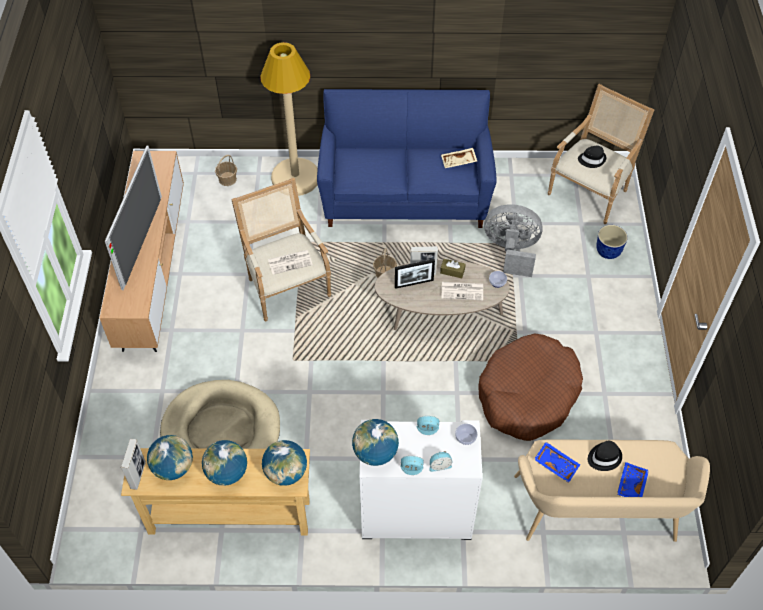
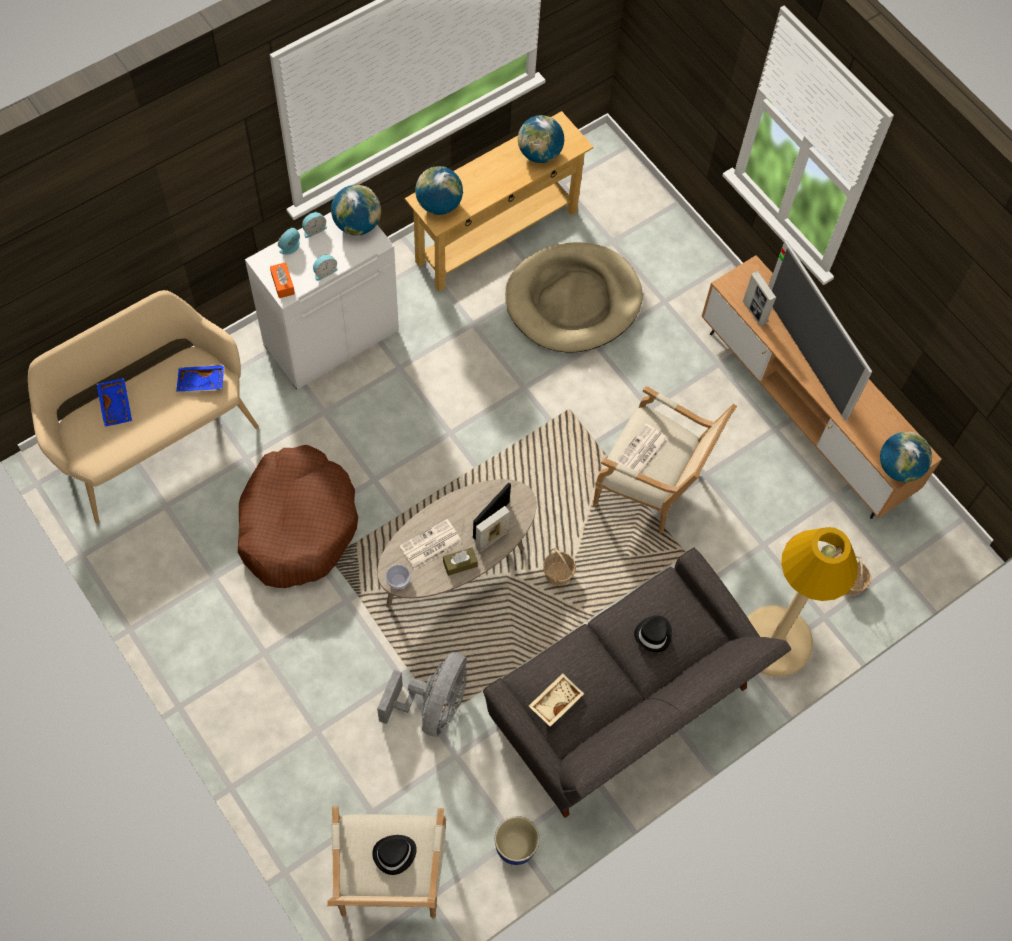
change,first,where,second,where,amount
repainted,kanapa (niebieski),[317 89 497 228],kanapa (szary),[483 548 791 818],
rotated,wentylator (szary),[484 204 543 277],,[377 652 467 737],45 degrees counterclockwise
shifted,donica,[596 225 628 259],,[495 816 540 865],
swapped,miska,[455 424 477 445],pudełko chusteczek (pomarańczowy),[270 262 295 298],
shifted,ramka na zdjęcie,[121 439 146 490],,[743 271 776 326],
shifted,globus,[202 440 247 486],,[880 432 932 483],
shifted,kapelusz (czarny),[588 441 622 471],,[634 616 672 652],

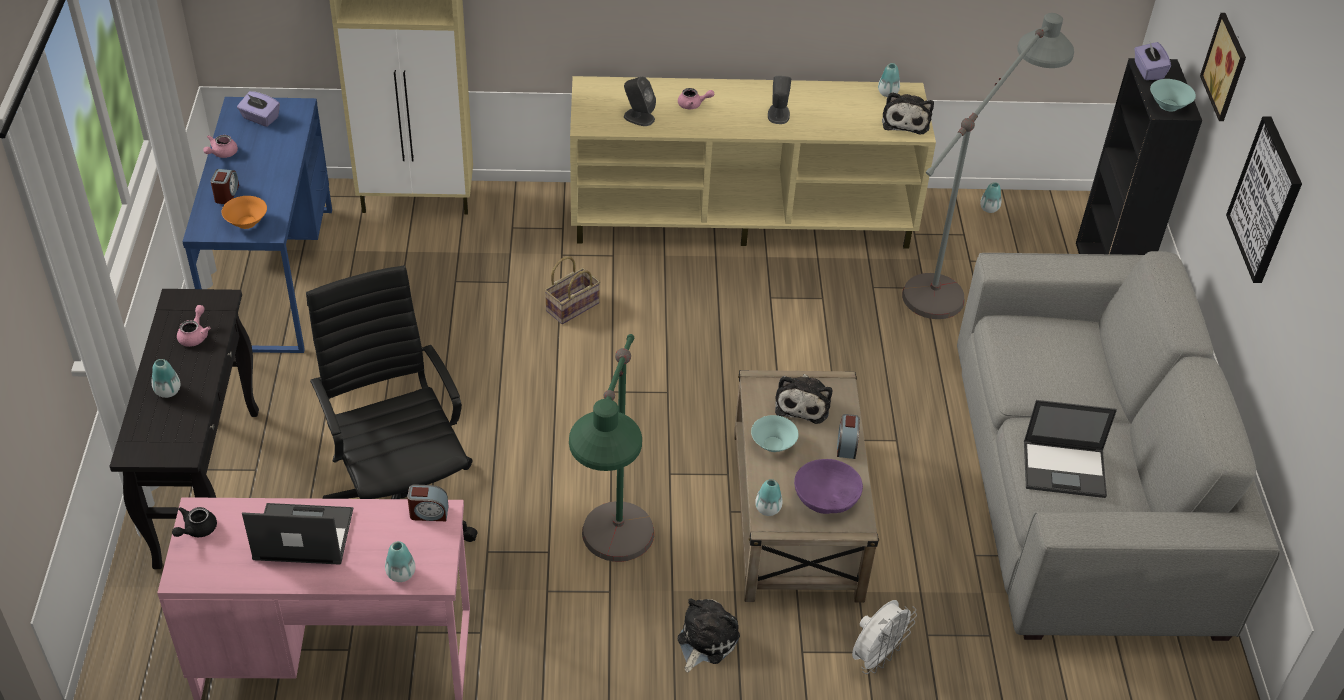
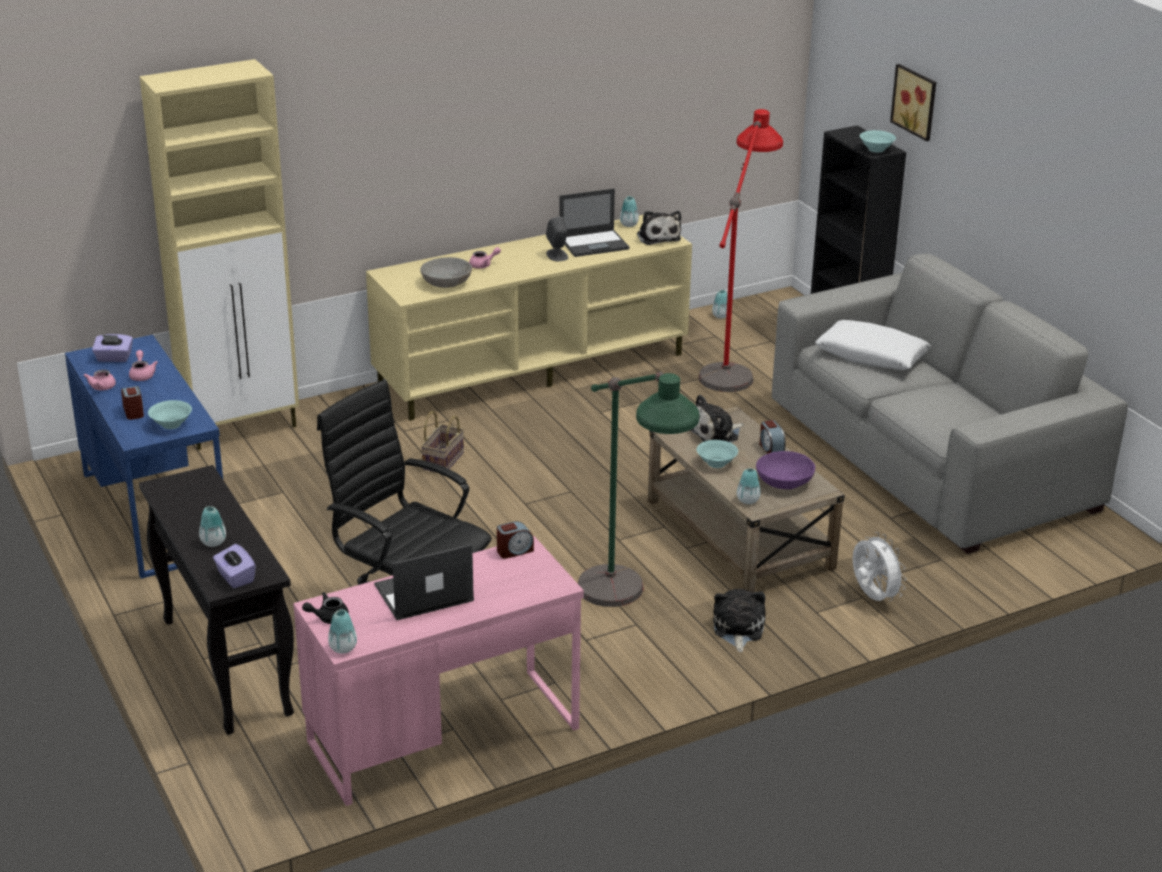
change,first,where,second,where,amount
repainted,lampa stojąca (szary),[902 13 1074 319],lampa stojąca (czerwony),[698 109 783 392],
shifted,pudełko chusteczek (fioletowy),[1134 42 1171 80],,[213 544 256 588],
swapped,głośnik (szary),[624 77 656 126],miska (szary),[420 257 472 288],
gone,obraz,[1226 116 1302 283],,,
repainted,miska (pomarańczowy),[222 196 267 229],miska (turkusowy),[148 400 192 429],
shifted,imbryk (różowy),[177 305 210 347],,[129 350 158 381],
rotated,pluszak,[775 374 832 424],,[689 395 744 443],75 degrees clockwise
shifted,laptop,[1024 400 1117 498],,[559 189 630 257],
rotated,imbryk (czarny),[172 507 217 537],,[302 592 349 624],60 degrees clockwise
shifted,wazon,[385 541 415 582],,[328 609 357 654],
rotated,wentylator (biały),[852 600 917 674],,[853 532 907 601],45 degrees counterclockwise
new,,,poduszka (biały),[815 320 931 370],

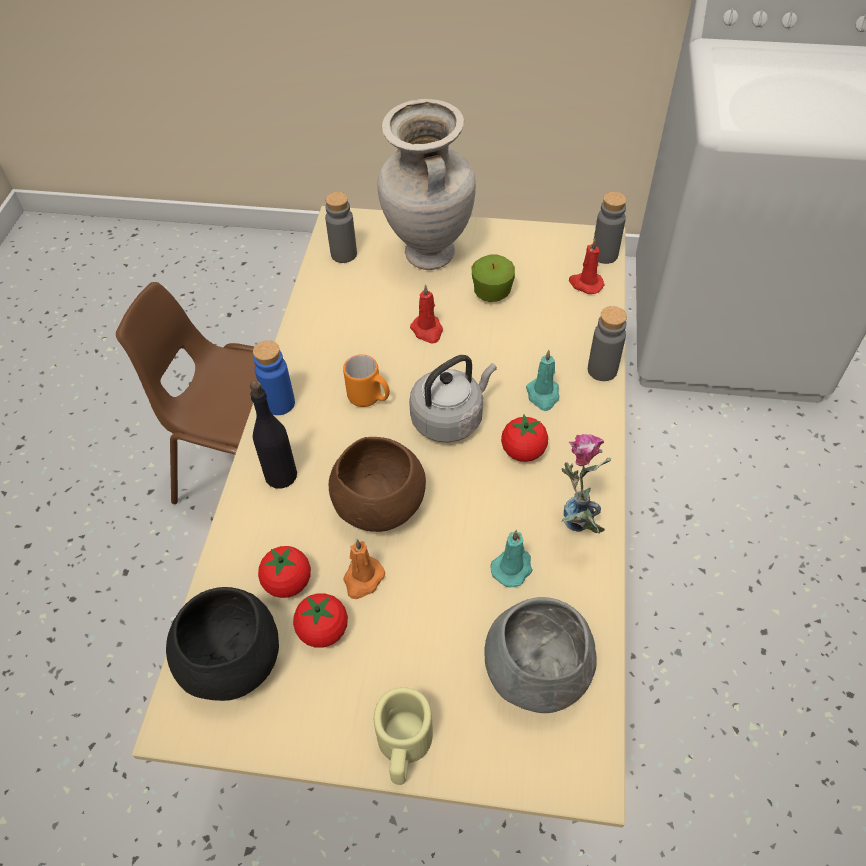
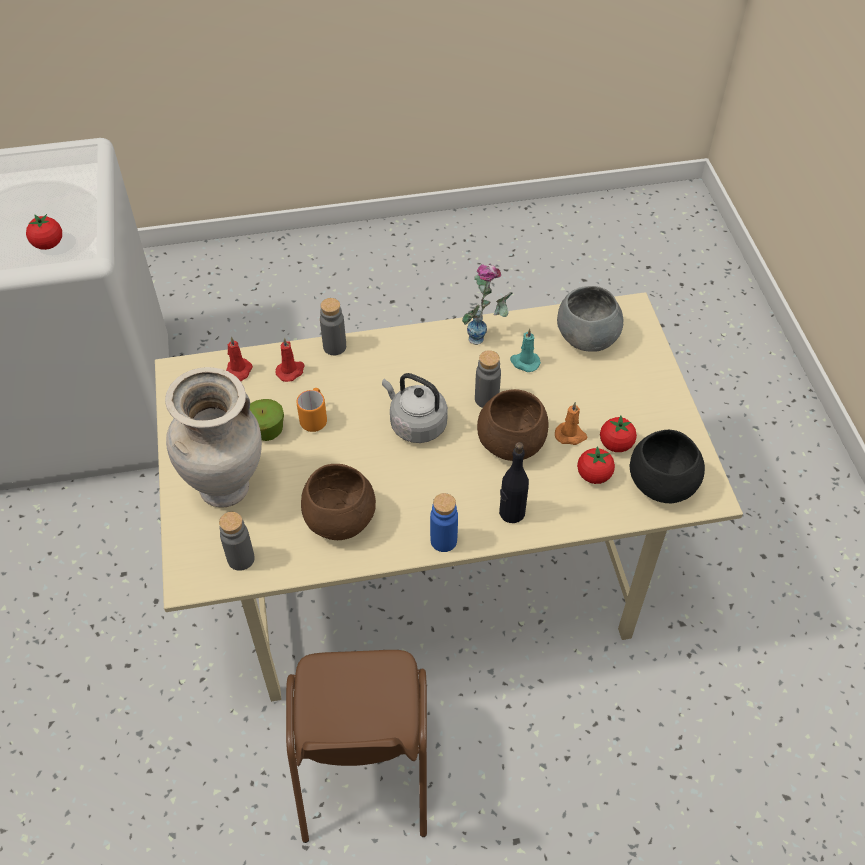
change,first,where,second,where,amount
shifted,butelka (szary),[593 192 627 264],,[475 350 501 408],
shifted,świeca (czerwony),[410 284 443 344],,[276 337 305 382],
gone,świeca (turkusowy),[526 350 559 411],,,
shifted,kubek (pomarańczowy),[343 354 390 407],,[297 388 327 432],
shifted,pomidor,[501 414 548 462],,[26 214 62 250],
gone,kubek (beżowy),[374 687 433 785],,,
new,,,miska (brązowy),[301 464 376 540],

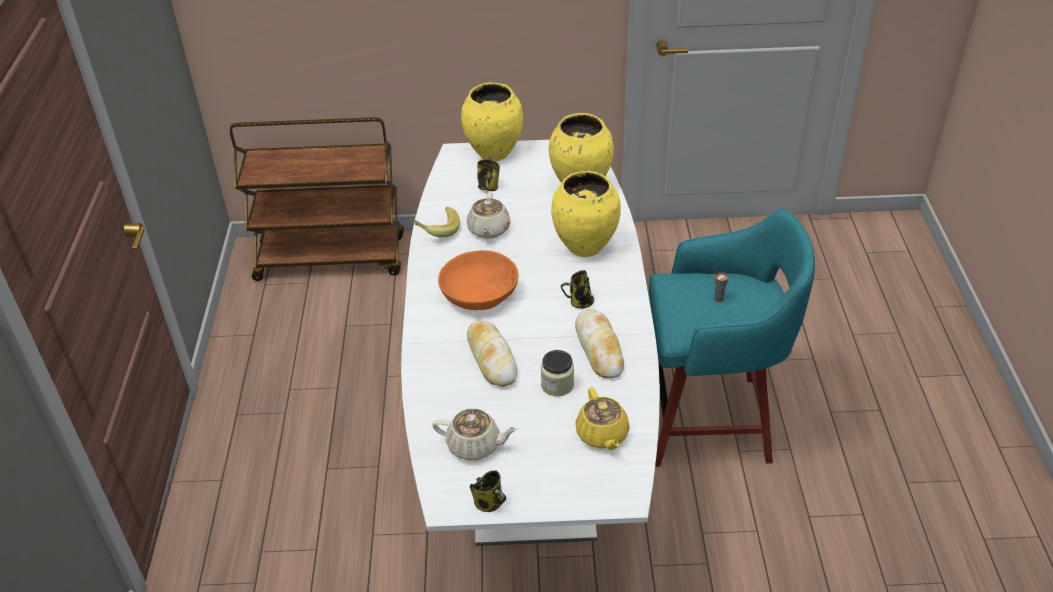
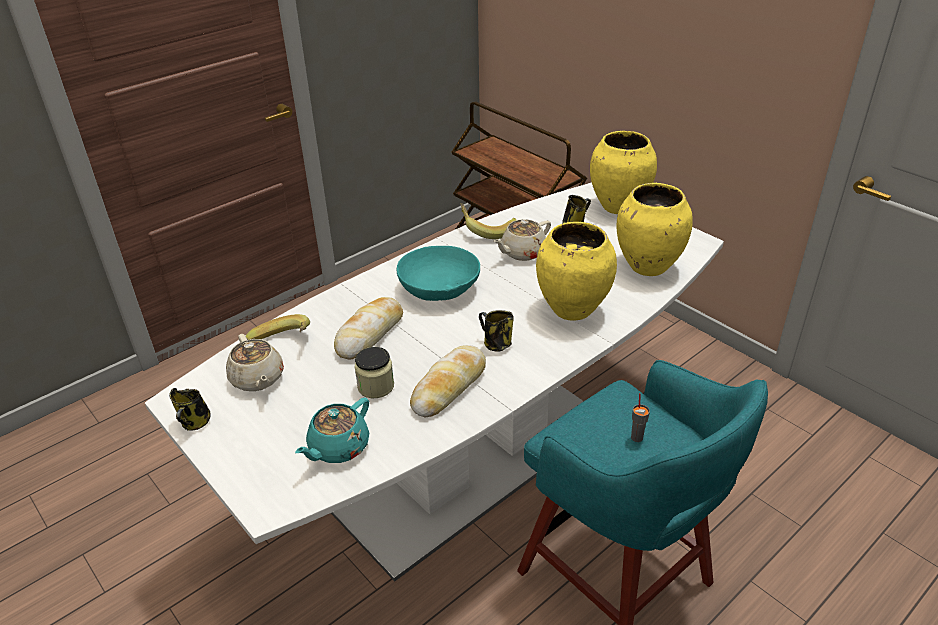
change,first,where,second,where,amount
repainted,miska (pomarańczowy),[438 250 519 310],miska (turkusowy),[397 246 480 301],
repainted,imbryk (żółty),[575 387 629 450],imbryk (turkusowy),[295 398 369 463],
new,,,banan,[246 314 310 340],

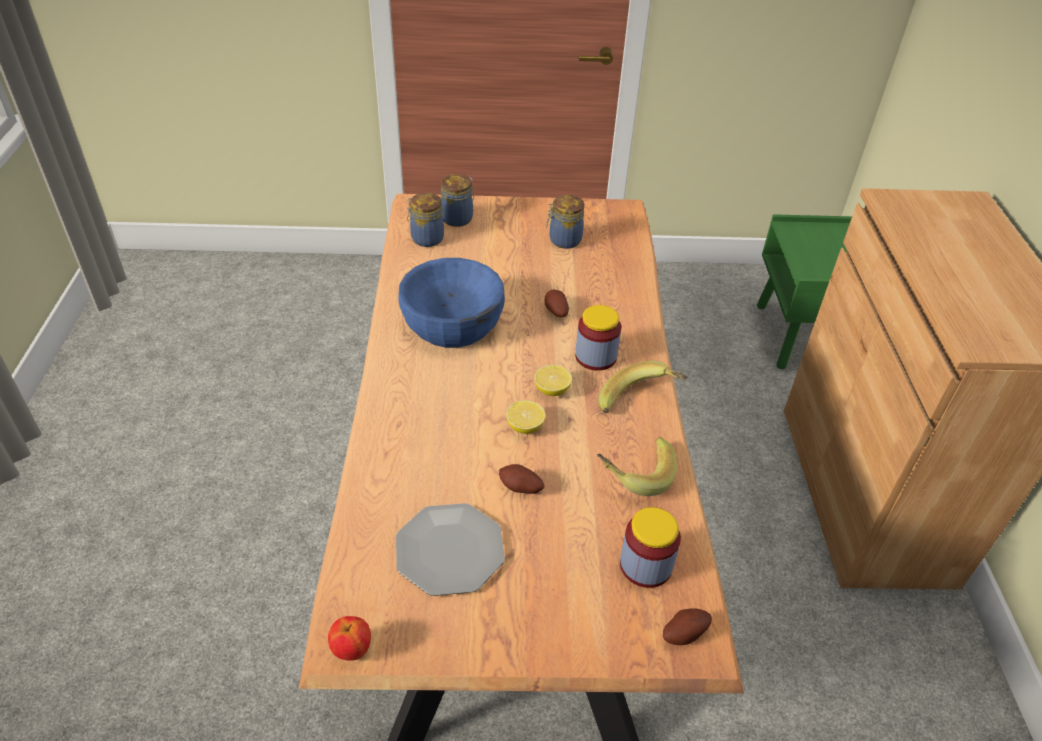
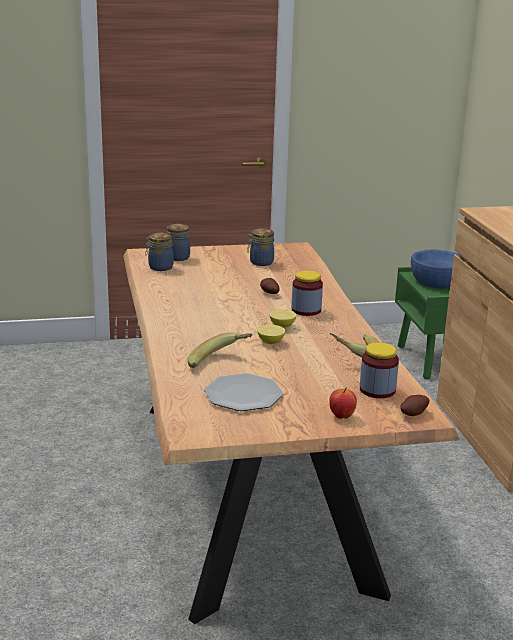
change,first,where,second,where,amount
shifted,miska (niebieski),[398 258 505 348],,[411 249 460 289],
shifted,banan,[598 361 688 413],,[187 332 253 368],
gone,ziemniak,[499 464 544 494],,,
shifted,jabłko,[328 616 371 661],,[329 388 357 419],

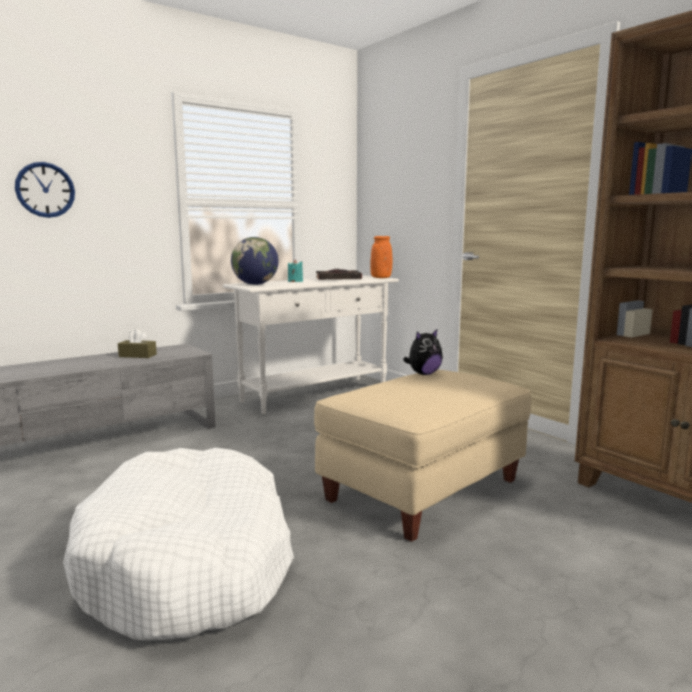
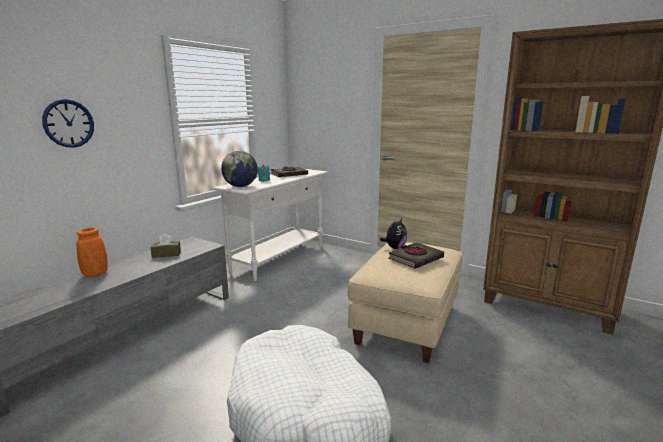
change,first,where,second,where,amount
shifted,wazon (pomarańczowy),[370 236 392 278],,[76 228 108 277],
new,,,książka (czarny),[389 242 444 269],

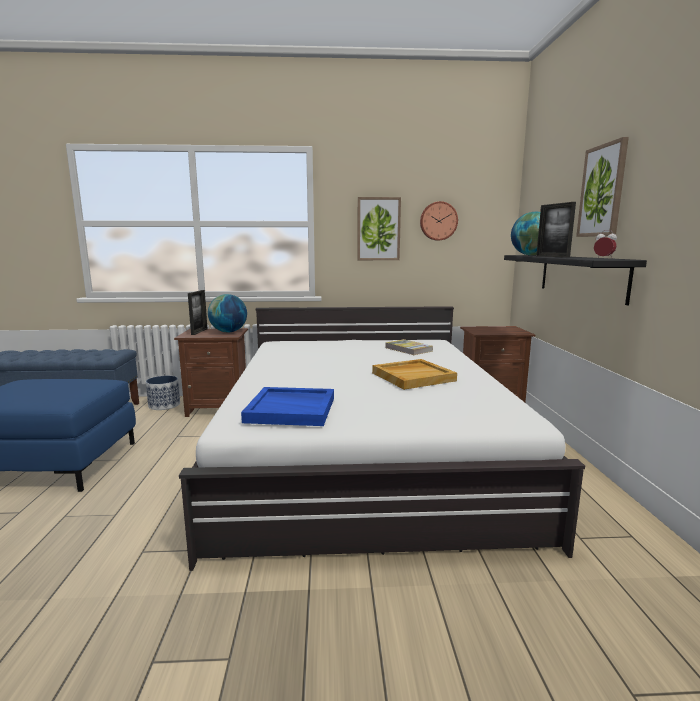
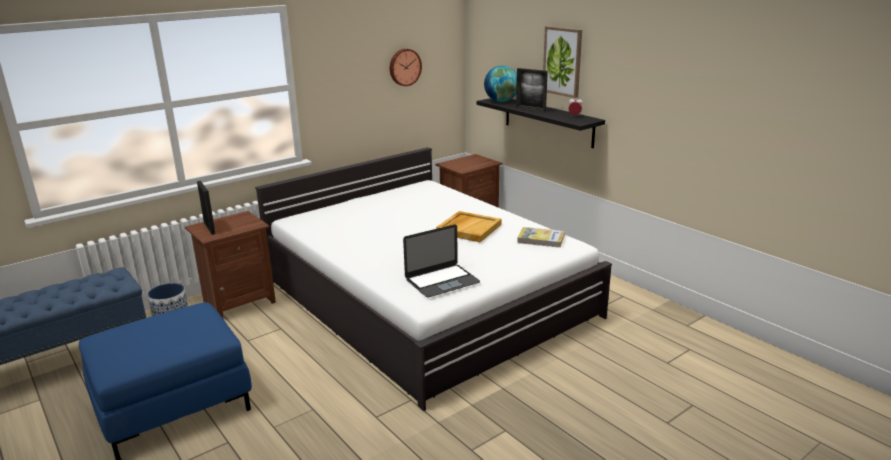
change,first,where,second,where,amount
gone,obraz,[357 197 401 260],,,
gone,globus,[208 294 247 332],,,
shifted,książka,[385 339 433 355],,[517 227 565 248],
swapped,taca (niebieski),[241 387 334 426],laptop,[403 224 480 297],

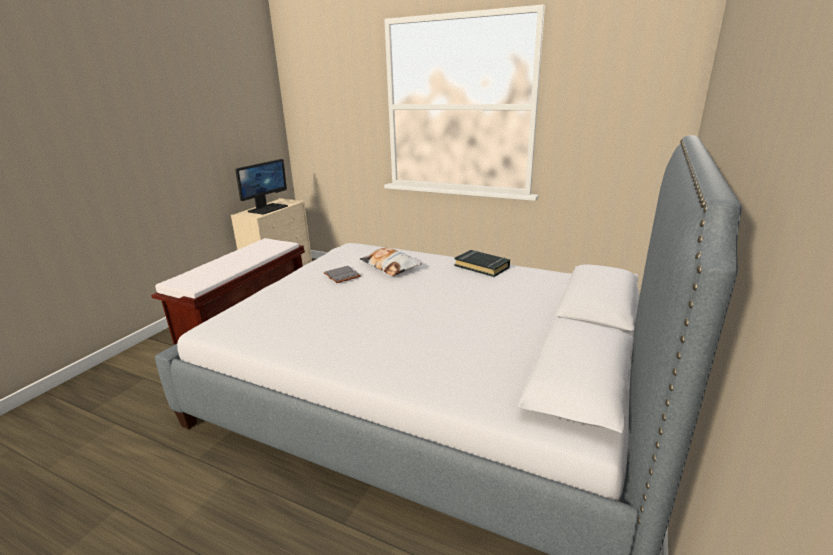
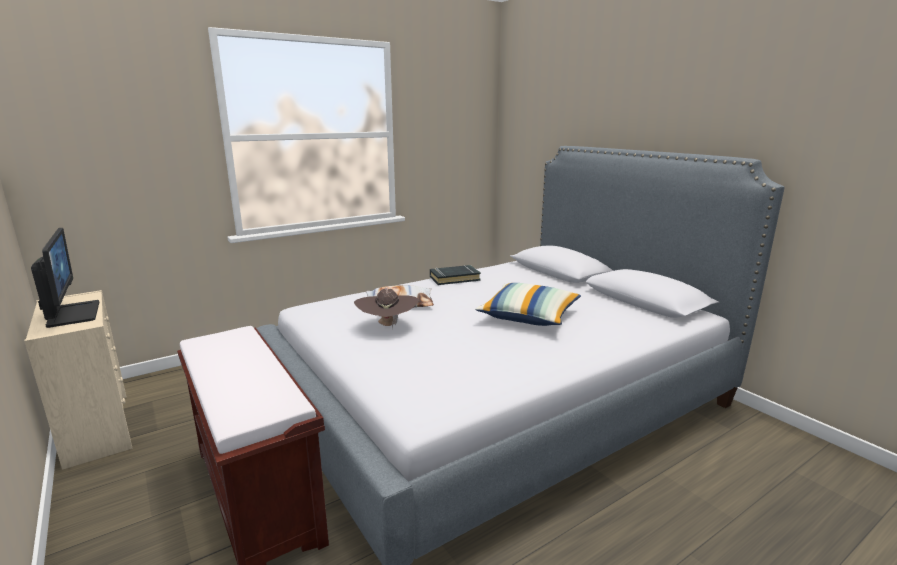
change,first,where,second,where,amount
swapped,książka (szary),[324 266 361 283],kapelusz (brązowy),[354 289 419 329],
new,,,poduszka,[475 283 581 326],

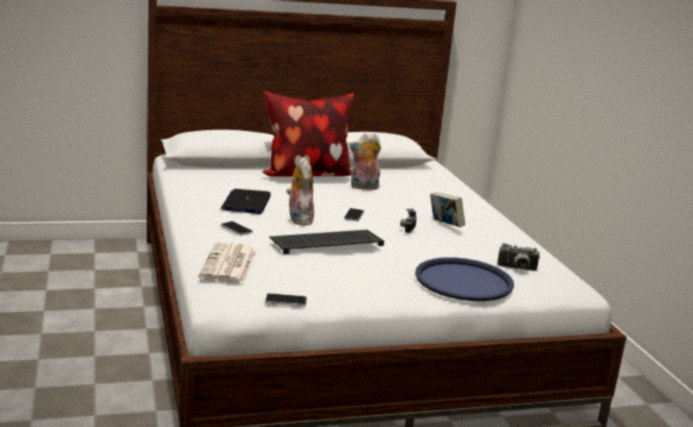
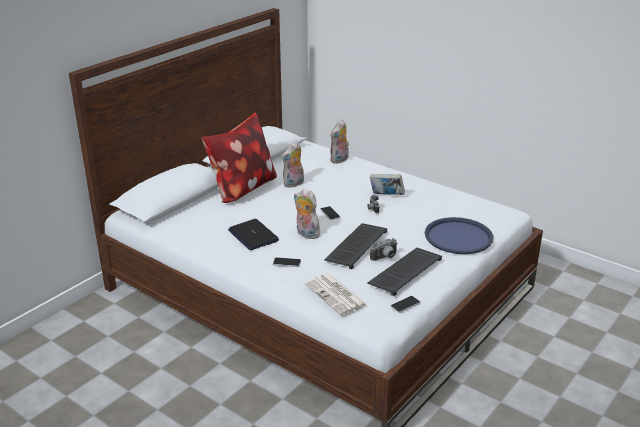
change,first,where,second,where,amount
shifted,aparat fotograficzny,[497 243 540 271],,[370 238 398 261],
new,,,pluszak,[330 120 349 164],
new,,,klawiatura,[367 248 442 296],

